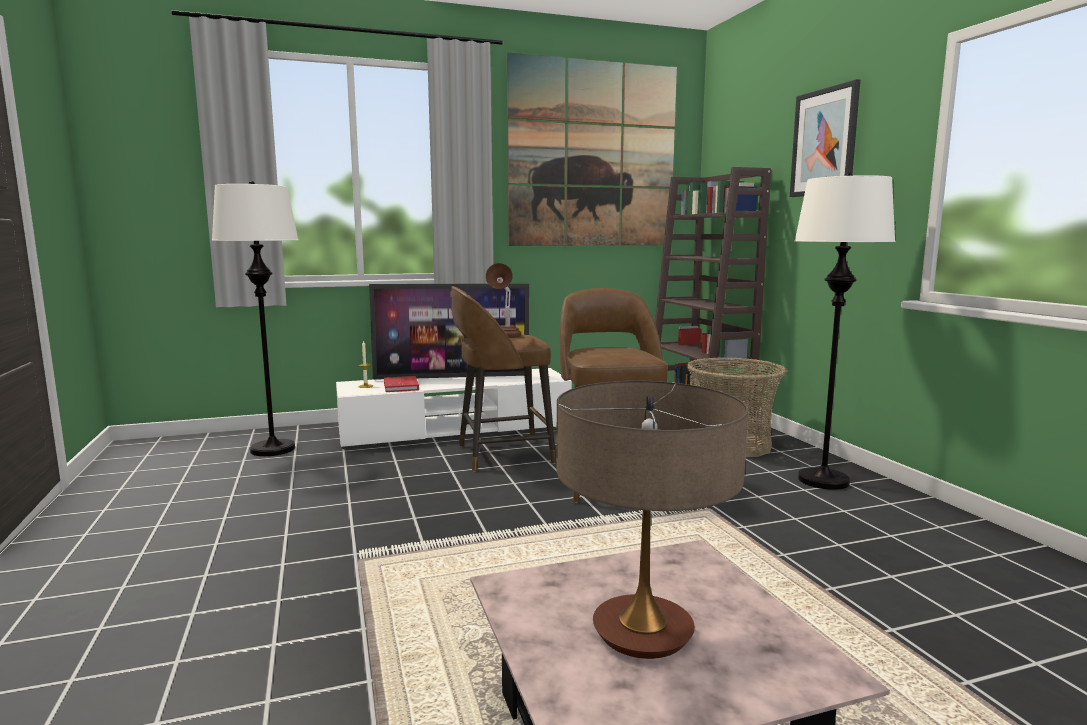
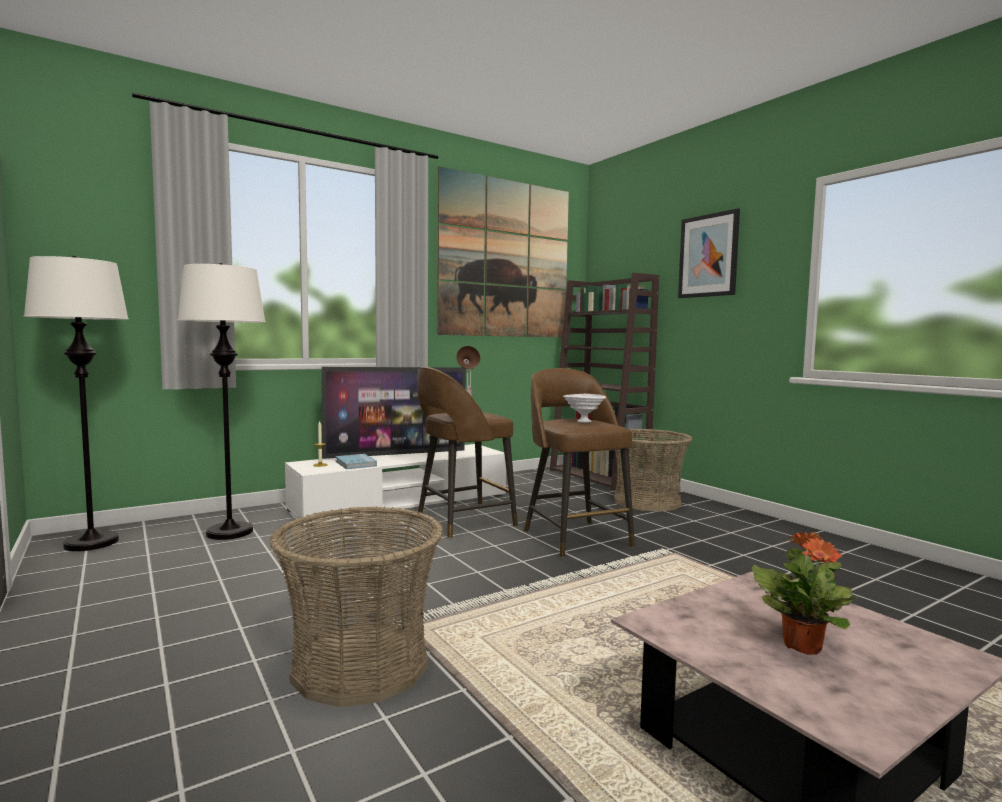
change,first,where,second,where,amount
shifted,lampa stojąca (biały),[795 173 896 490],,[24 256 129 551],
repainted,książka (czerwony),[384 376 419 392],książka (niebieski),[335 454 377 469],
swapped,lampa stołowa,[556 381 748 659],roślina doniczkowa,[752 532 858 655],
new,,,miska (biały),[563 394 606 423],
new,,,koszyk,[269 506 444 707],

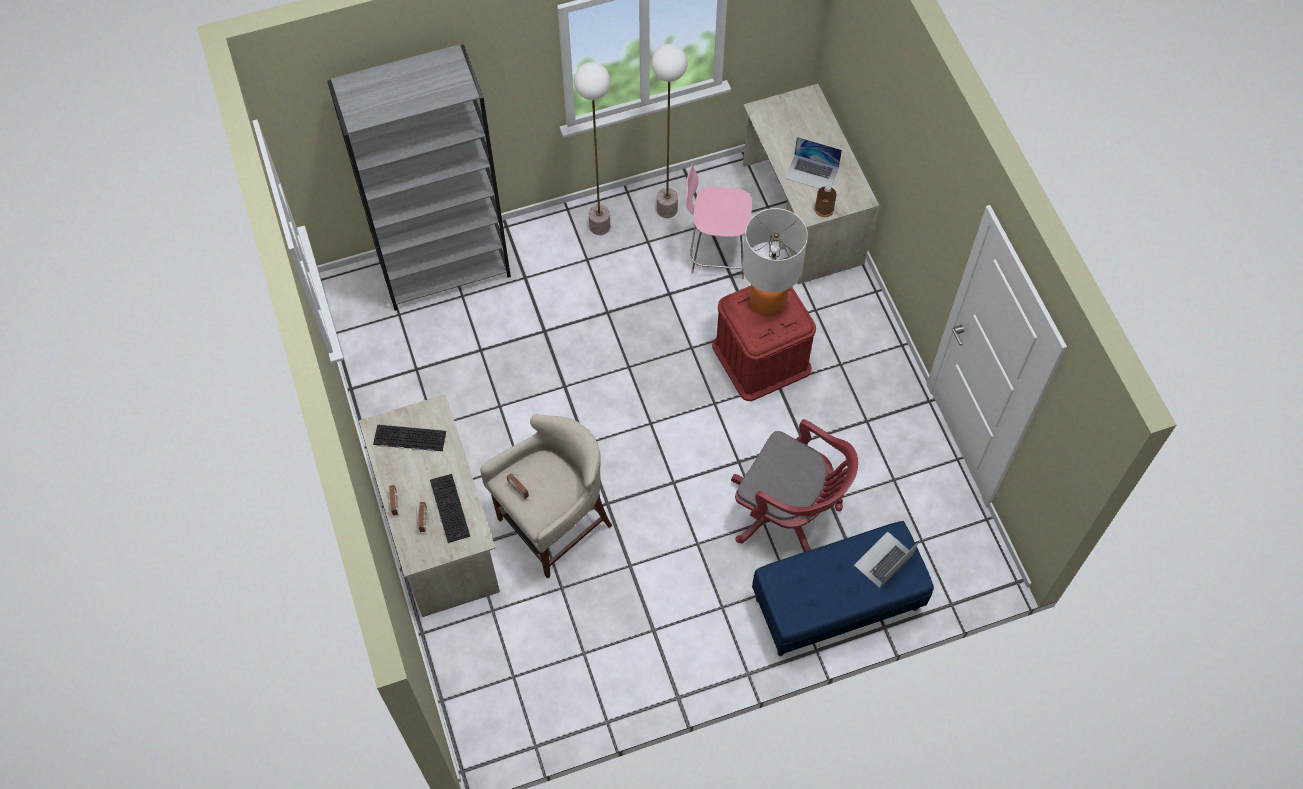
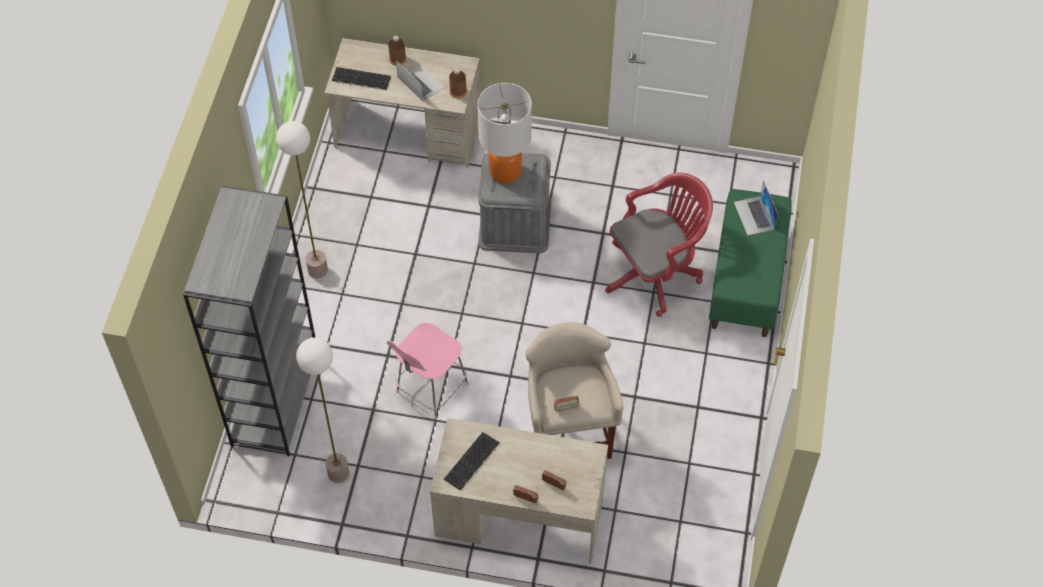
change,first,where,second,where,amount
shifted,lampa stojąca,[651 44 688 218],,[296 338 349 483],
rotated,laptop,[785 137 842 189],,[396 60 445 101],90 degrees counterclockwise
shifted,krzesło (różowy),[686 164 752 279],,[387 323 468 420],
repainted,pojemnik do przechowywania (czerwony),[712 286 816 401],pojemnik do przechowywania (szary),[478 152 551 253],
shifted,klawiatura,[430 474 471 543],,[332 67 391 90],
repainted,ławka (niebieski),[752 521 934 656],ławka (zielony),[709 189 792 337],
new,,,butelka (brązowy),[388 36 406 66],

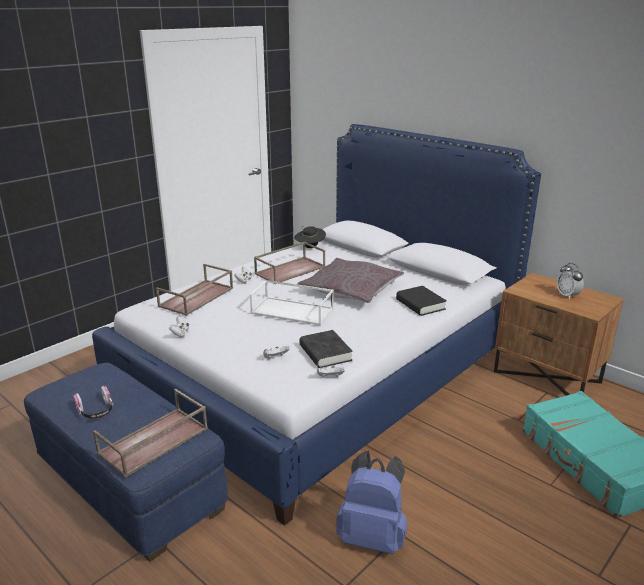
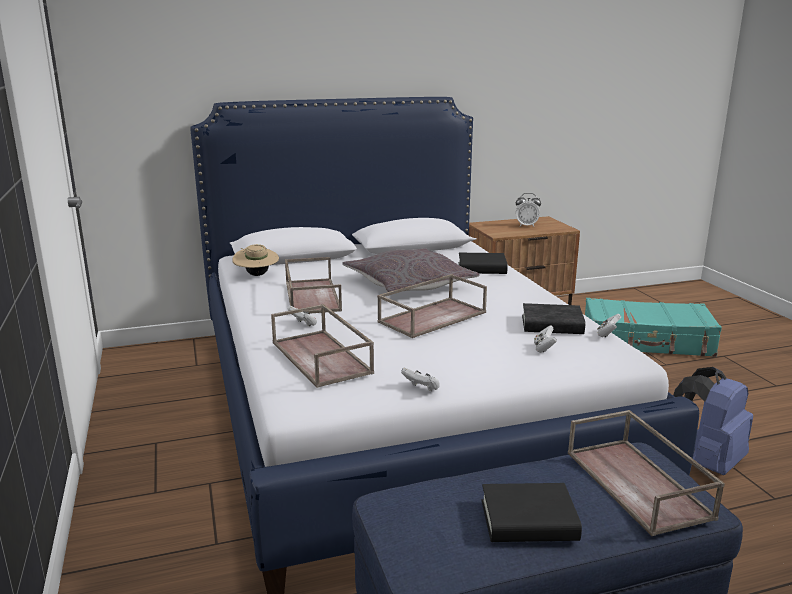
change,first,where,second,where,amount
repainted,kapelusz (czarny),[294 226 326 248],kapelusz (beżowy),[232 244 279 276],
repainted,taca (biały),[250 280 334 325],taca (brązowy),[377 274 487 338],
swapped,słuchawki,[73 386 113 419],książka (czarny),[481 483 582 542],

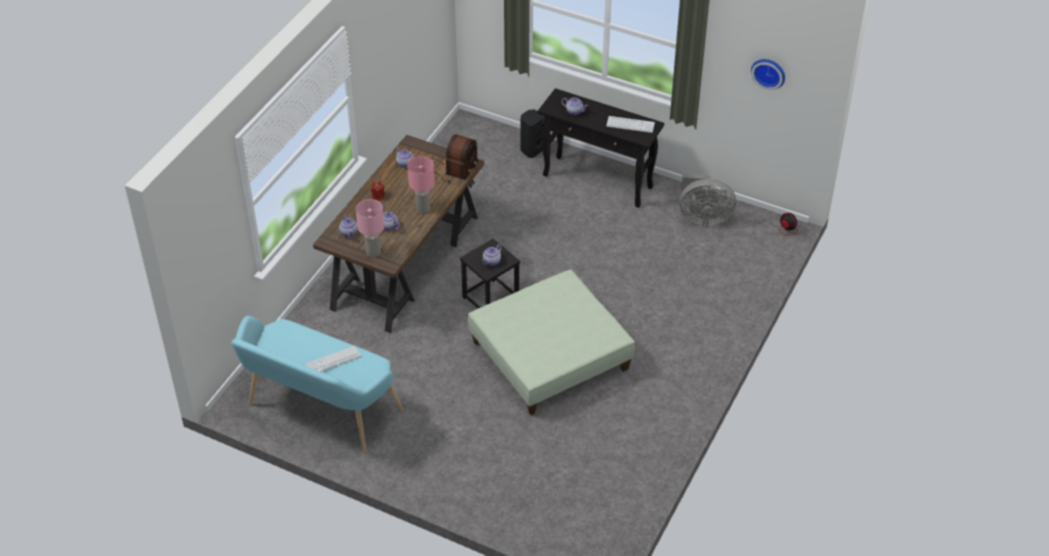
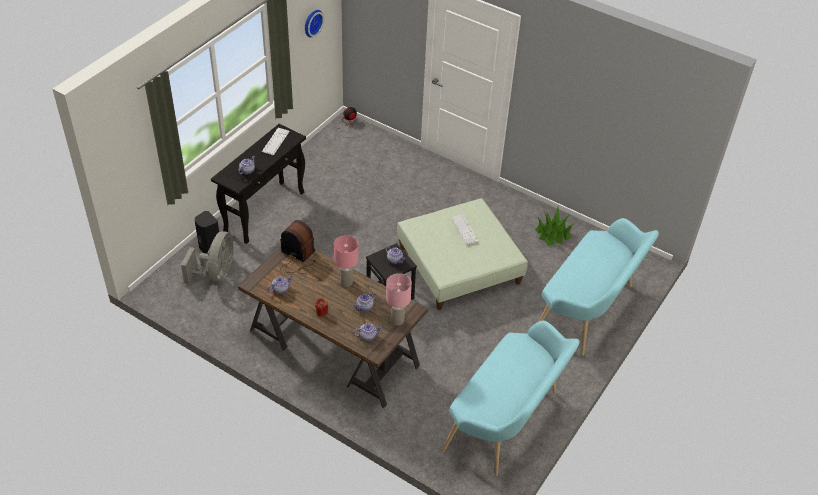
change,first,where,second,where,amount
shifted,wentylator (szary),[679 174 736 226],,[181 231 234 284],
shifted,klawiatura,[306 346 361 372],,[451 214 478 245],
new,,,roślina doniczkowa,[535 207 574 246],
new,,,ławka (turkusowy),[538 218 659 355],

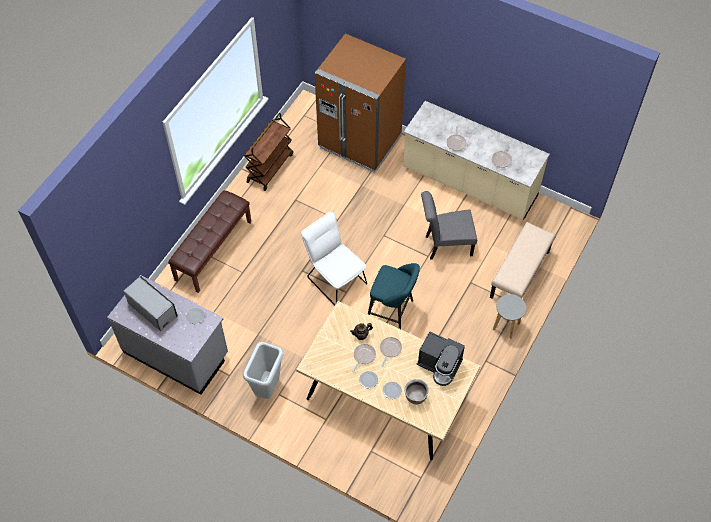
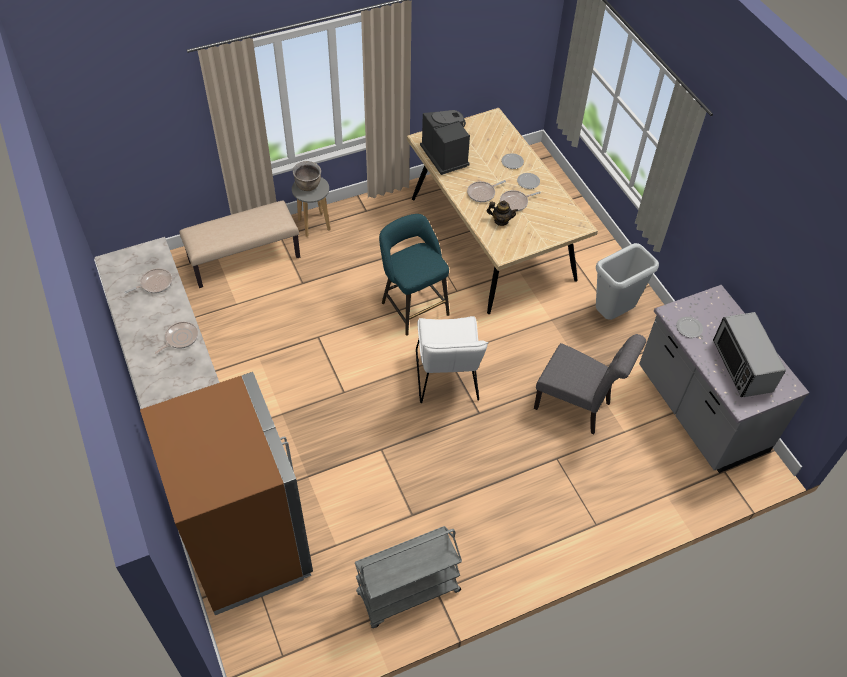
change,first,where,second,where,amount
repainted,wózek (brązowy),[244 113 293 191],wózek (szary),[355 526 462 628],
gone,ławka (brązowy),[168 190 251 293],,,
shifted,krzesło (szary),[421 191 477 260],,[534 334 646 434],
shifted,garnek (brązowy),[404 379 429 405],,[293 161 321 191],

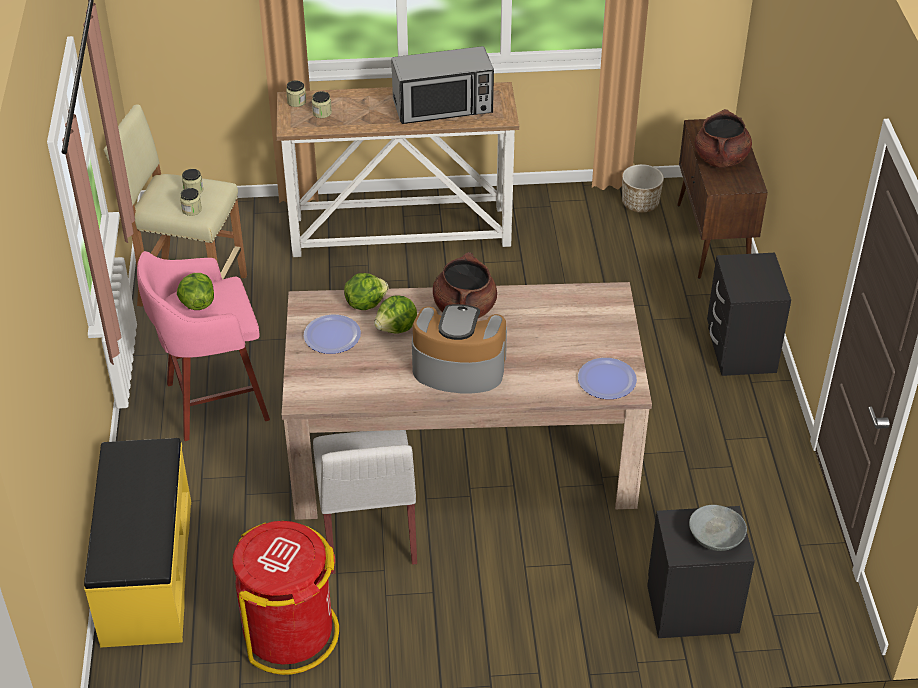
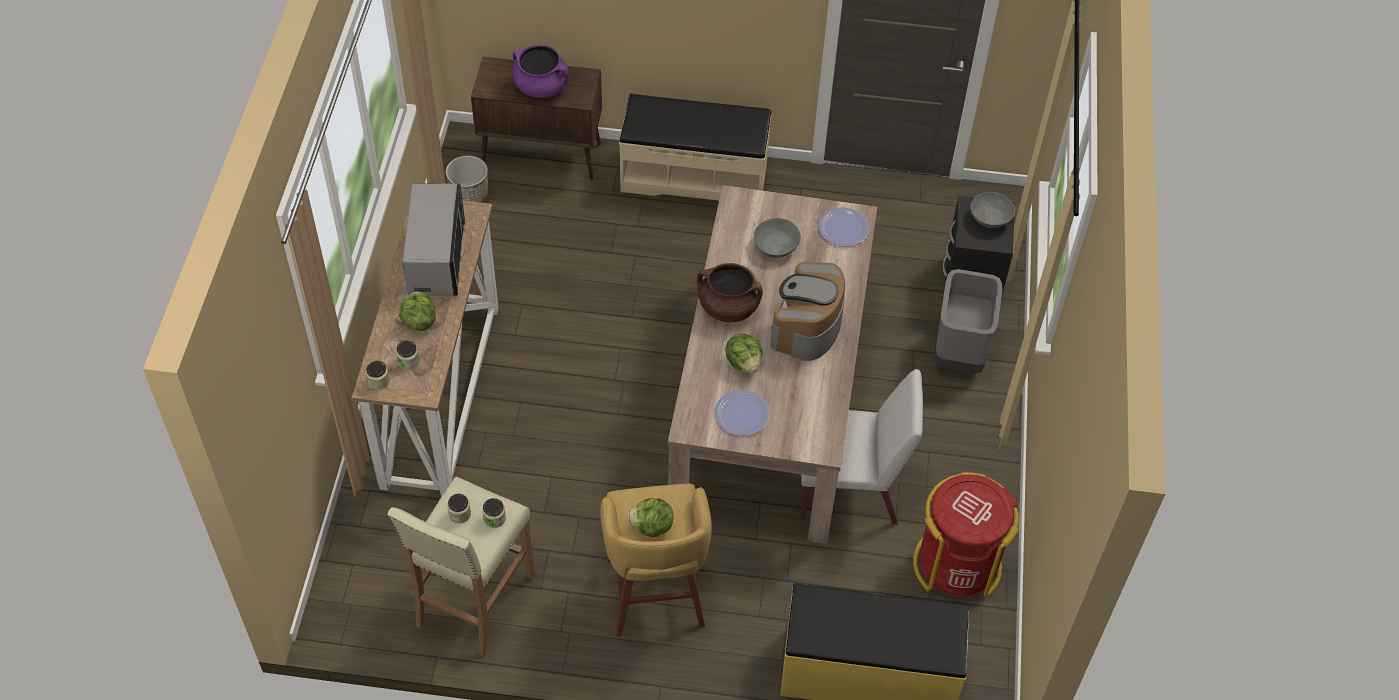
change,first,where,second,where,amount
repainted,garnek (brązowy),[695 109 752 168],garnek (fioletowy),[512 45 568 98],
repainted,stołek (różowy),[137 251 270 441],stołek (żółty),[600 484 712 636],
swapped,szafka nocna (czarny),[707 253 791 376],ławka (beżowy),[619 94 772 201],
shifted,sałata,[344 273 389 310],,[399 291 436 331],
new,,,miska (szary),[754 218 801 258],
new,,,kosz na śmieci (szary),[934 269 1002 373],

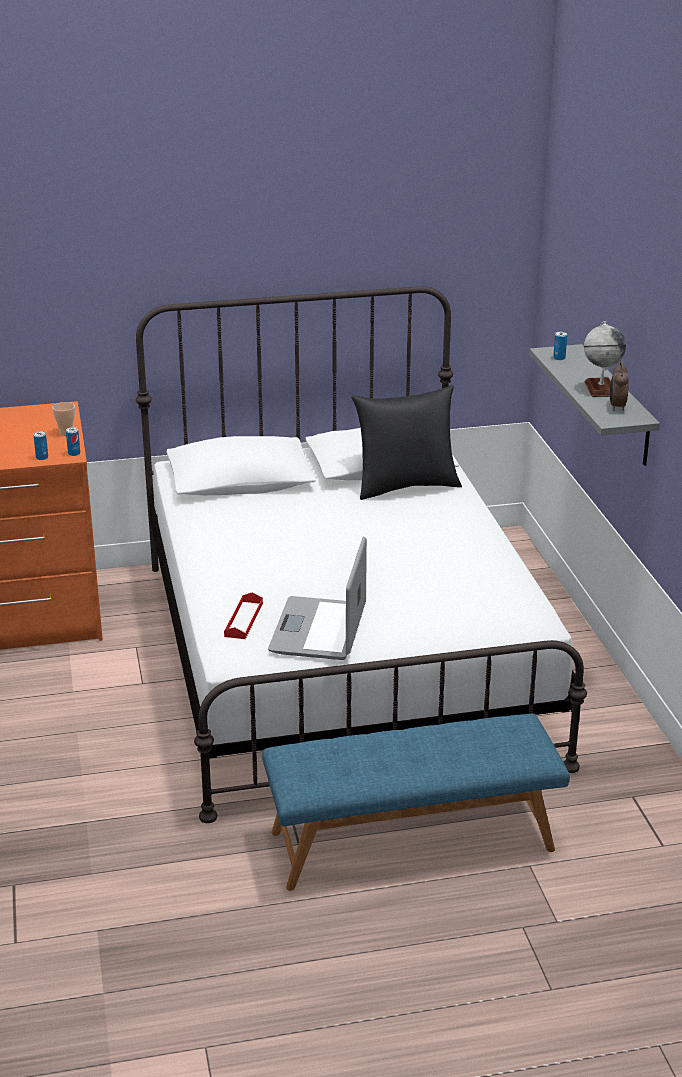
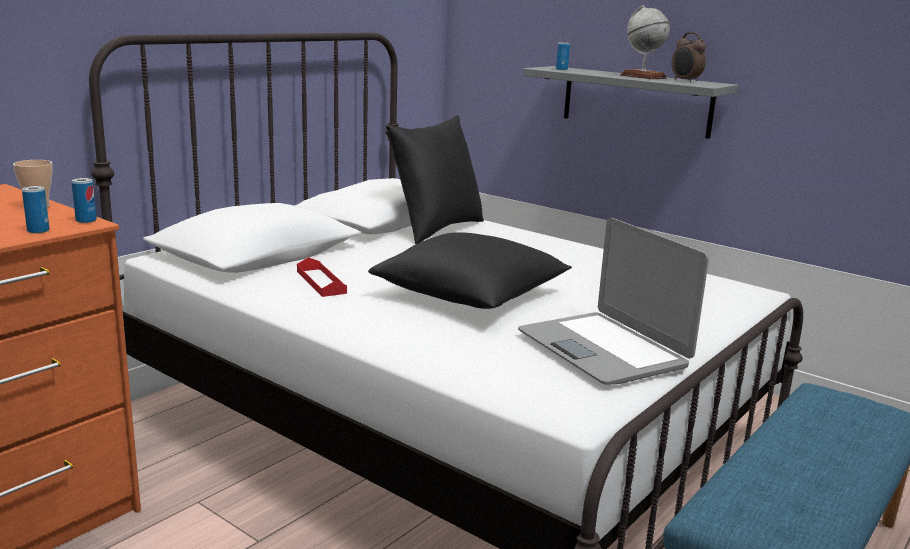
change,first,where,second,where,amount
shifted,taca (czerwony),[224 592 263 639],,[297 257 347 297],
new,,,poduszka (czarny),[368 232 572 309],

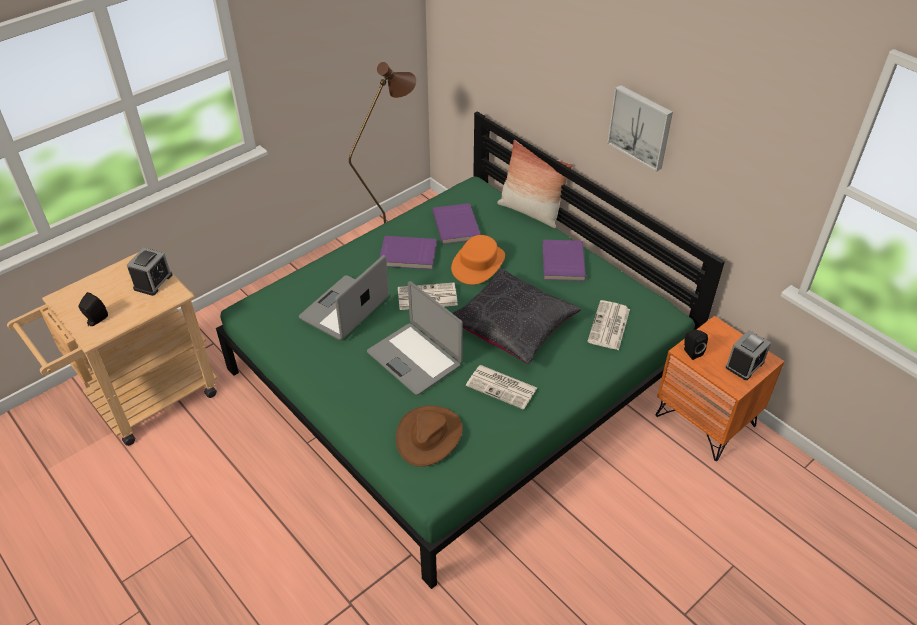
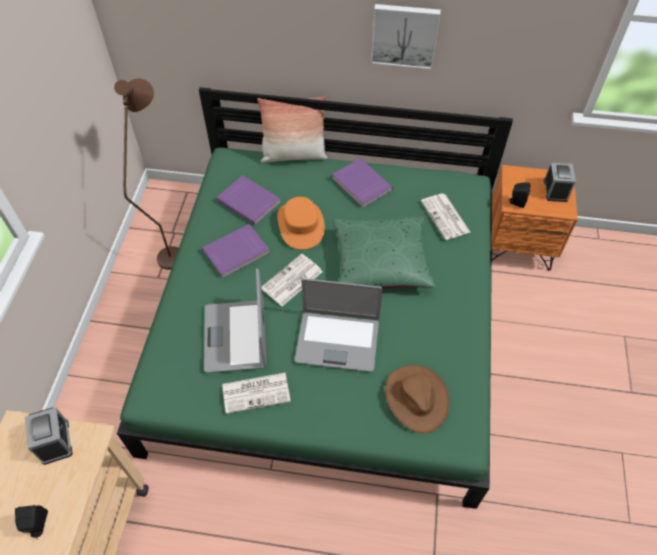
change,first,where,second,where,amount
repainted,poduszka (czarny),[452 269 581 364],poduszka (zielony),[333 216 435 288],
shifted,gazeta,[466 365 537 410],,[222 373 291 414],

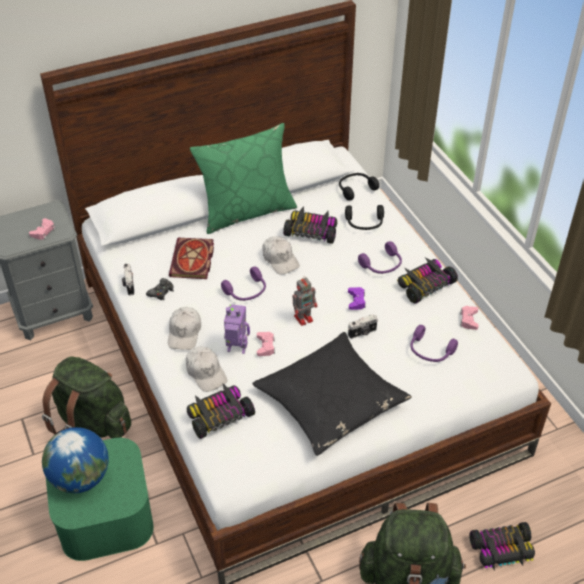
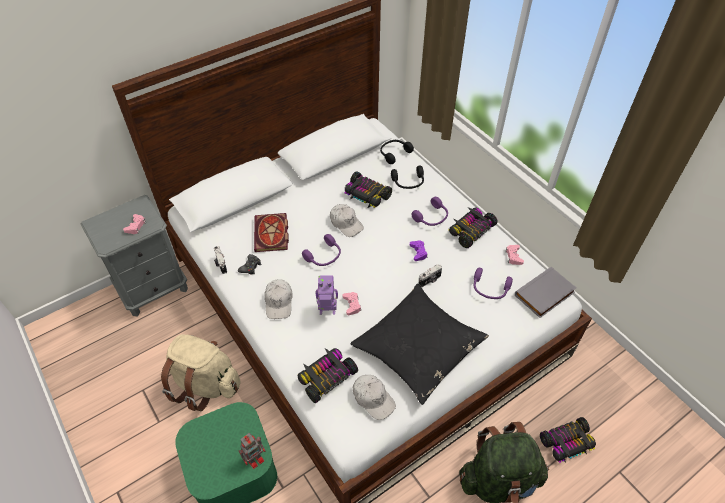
change,first,where,second,where,amount
gone,poduszka (zielony),[190 123 297 234],,,
rotated,samochodzik,[283 207 337 244],,[345 171 392 208],150 degrees counterclockwise
shifted,robot zabawkowy,[292 276 317 326],,[239 433 265 469],
shifted,czapka z daszkiem (biały),[186 347 227 392],,[353 375 396 420],
repainted,plecak (zielony),[42 356 131 438],plecak (beżowy),[161 335 241 411],
gone,globus,[42 427 109 493],,,
new,,,książka (szary),[515 266 576 318],

